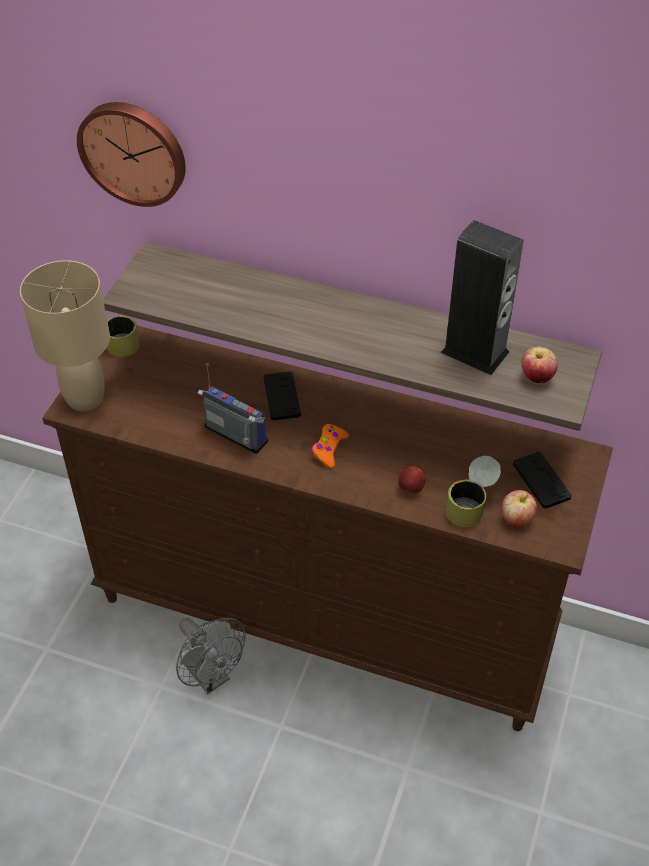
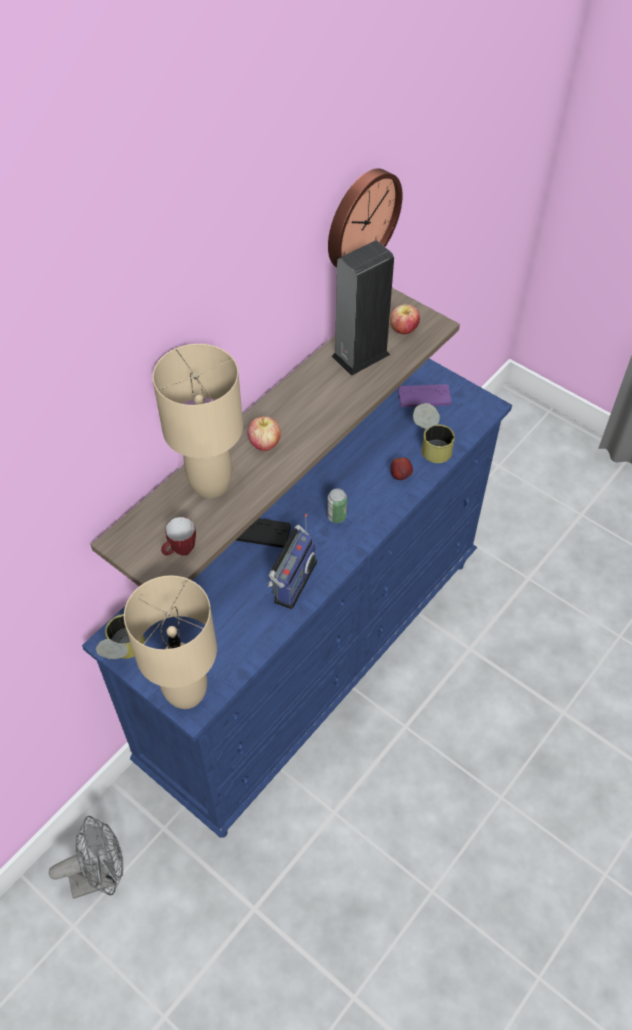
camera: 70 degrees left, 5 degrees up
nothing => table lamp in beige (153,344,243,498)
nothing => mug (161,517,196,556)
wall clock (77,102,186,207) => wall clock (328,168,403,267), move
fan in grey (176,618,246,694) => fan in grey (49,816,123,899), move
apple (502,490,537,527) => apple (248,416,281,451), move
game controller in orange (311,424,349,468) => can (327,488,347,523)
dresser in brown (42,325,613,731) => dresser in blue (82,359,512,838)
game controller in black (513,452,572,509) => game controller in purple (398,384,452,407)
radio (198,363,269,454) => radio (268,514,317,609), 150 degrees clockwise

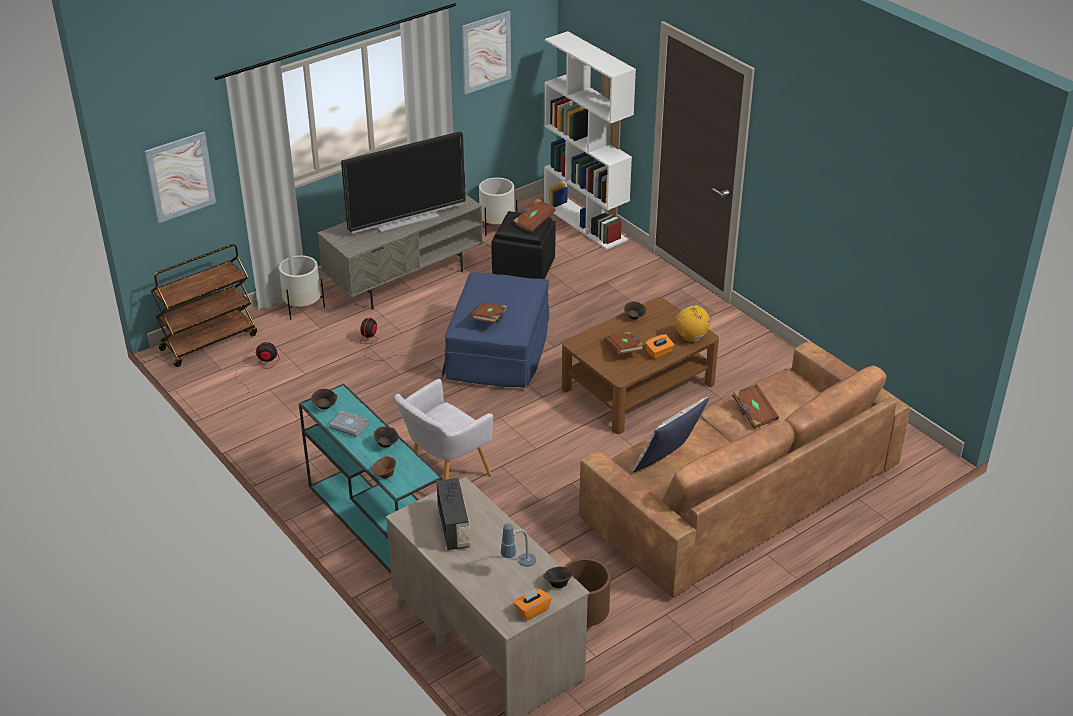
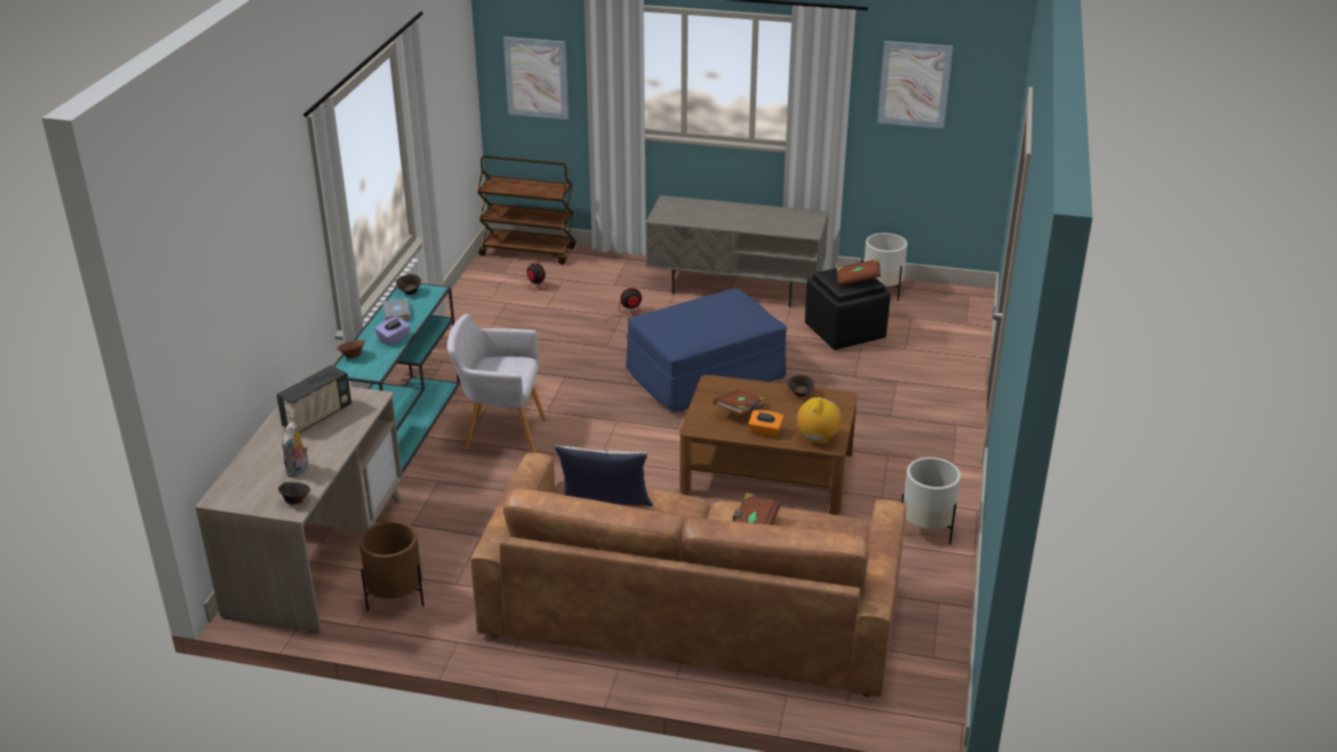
camera: 50 degrees right, 5 degrees down
television (341,131,466,234) => nothing
book in brown (470,302,507,323) => nothing
tissue box in orange (514,588,551,621) => nothing
bookcase in white (544,31,636,250) => nothing
planter in white (279,255,325,320) => planter in white (901,457,961,544), move
bowl in brown (374,427,399,448) => tissue box in purple (375,316,410,346)
table lamp (501,523,536,566) => plush toy (282,421,308,477)

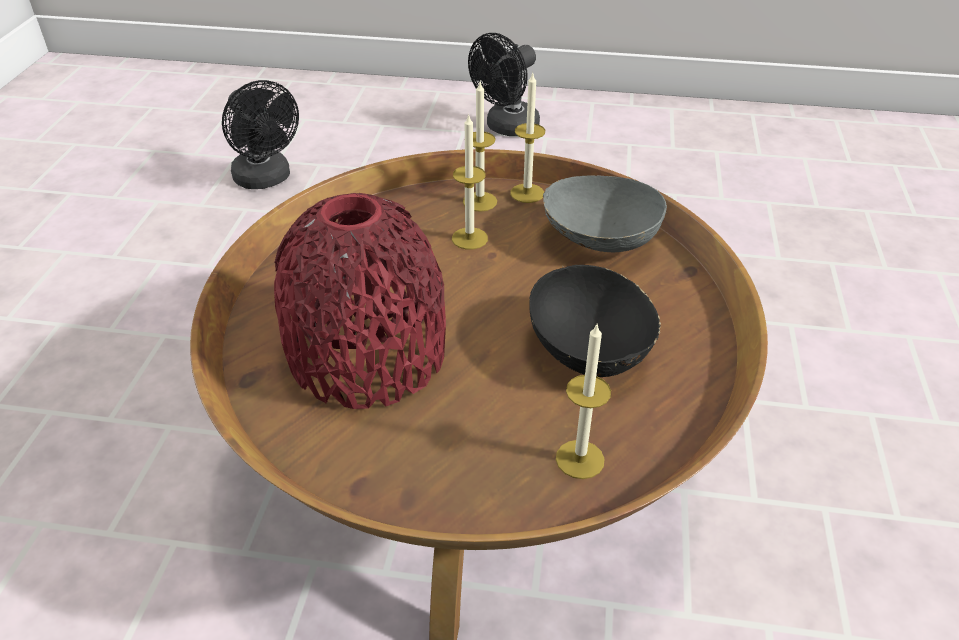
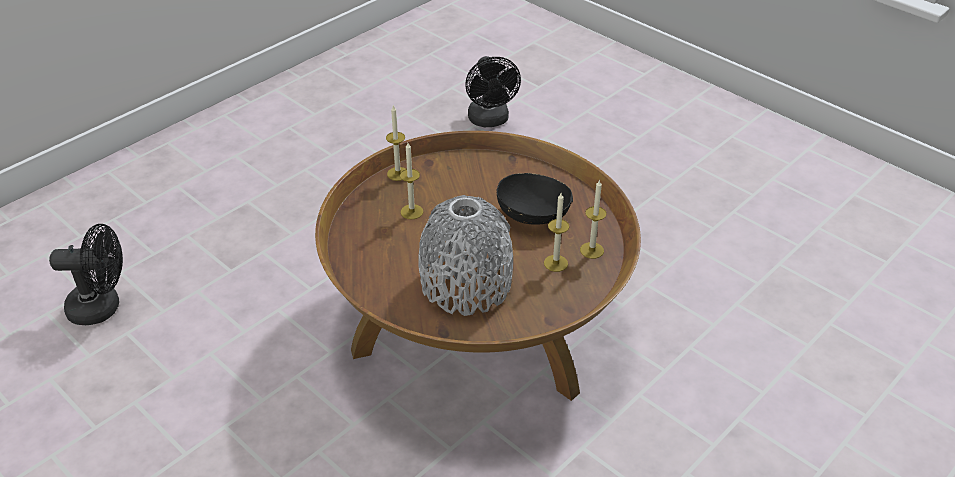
camera: 55 degrees left, 0 degrees up
bowl in grey (543,175,667,252) => nothing
candle (463,82,497,212) => candle (544,193,569,272), move
fan in black (468,33,540,136) => fan in black (465,56,521,127), move
vase in red (274,193,446,409) => vase in grey (419,195,513,316)

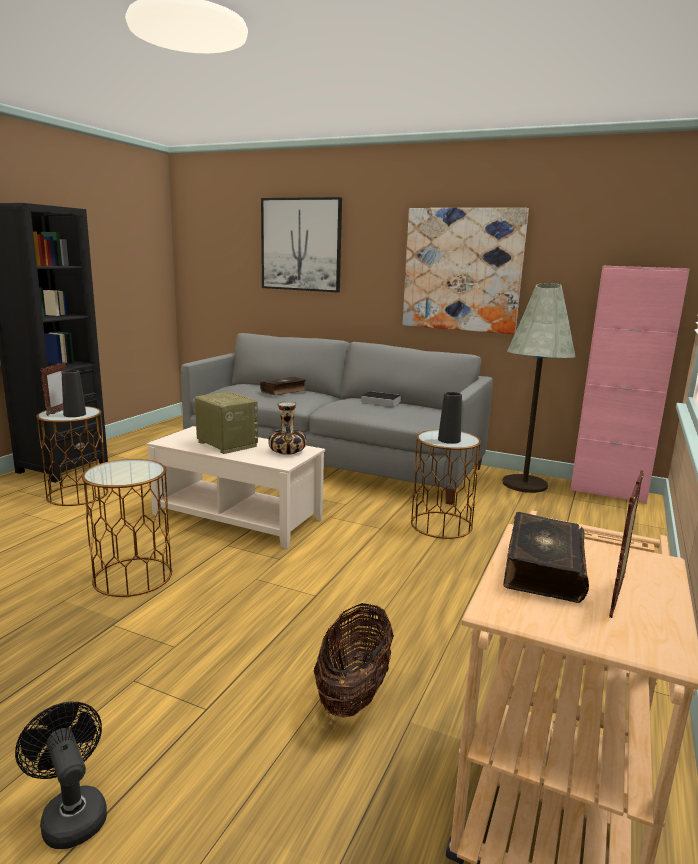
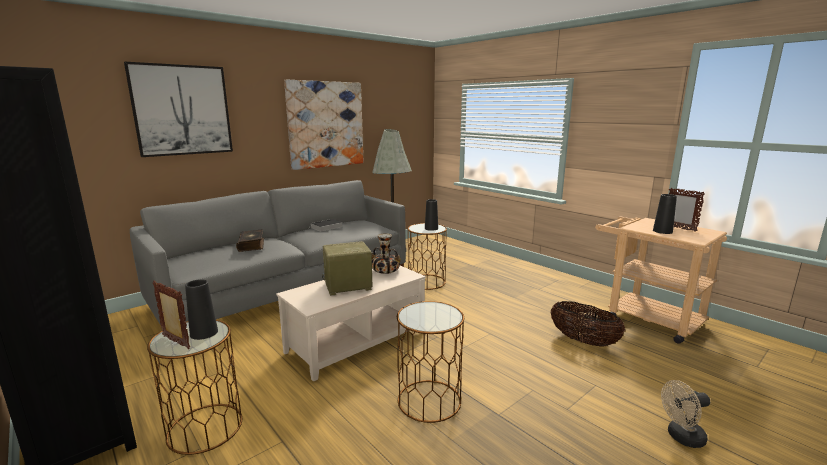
camera: 65 degrees left, 0 degrees up
cabinet in pink (570,266,690,504) => nothing
book (503,512,589,603) => vase in black (653,194,677,234)
fan in black (15,702,107,849) => fan in beige (661,380,710,448)

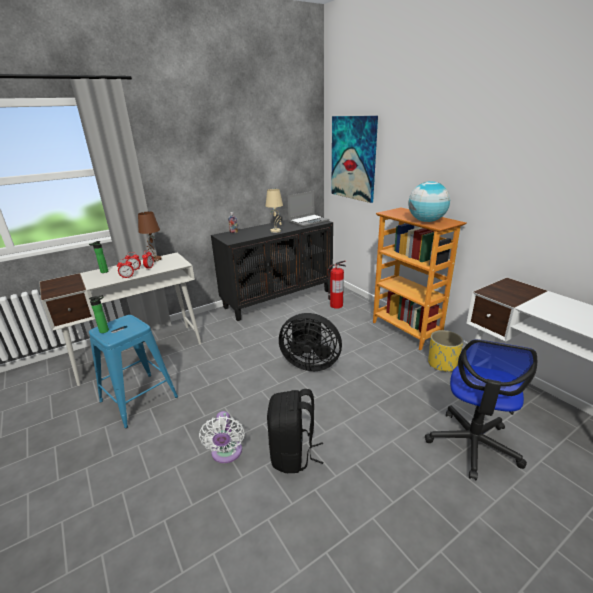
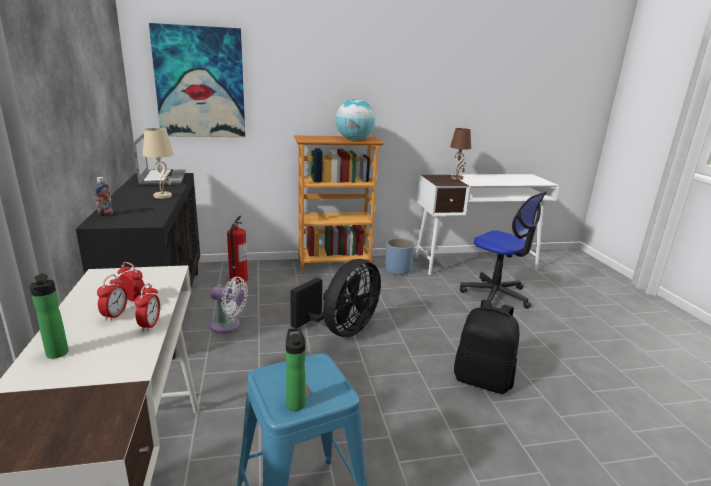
camera: 70 degrees left, 5 degrees down
table lamp in brown (138,211,162,262) => table lamp in brown (450,128,471,180), move
fan in white (199,411,245,463) => fan in white (210,277,248,333), move
planter in yellow (428,330,463,372) => planter in blue (385,238,415,276)

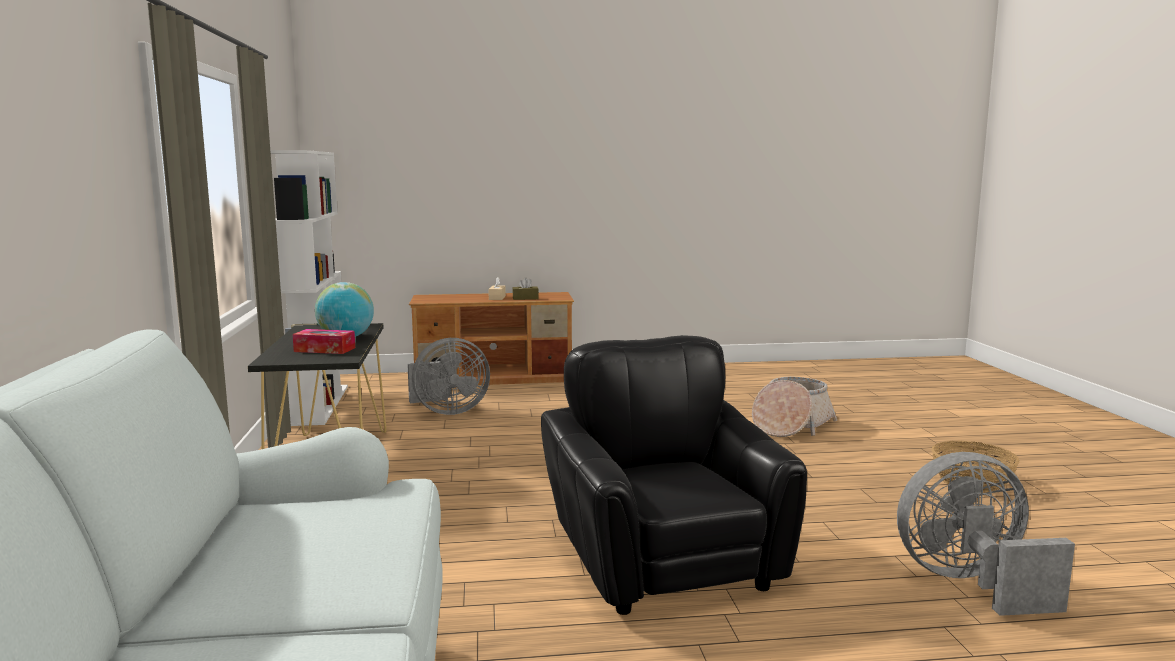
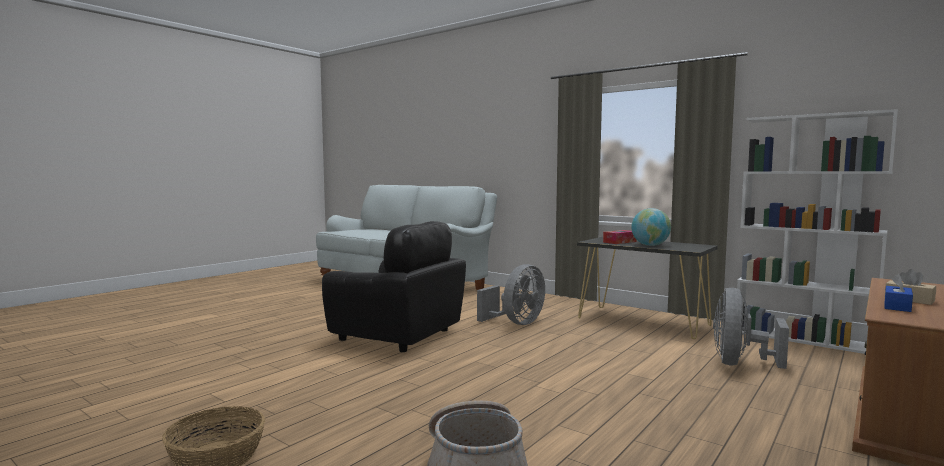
camera: 135 degrees right, 5 degrees down
fan in grey (897,452,1075,616) => fan in grey (477,264,545,325), move
tissue box in brown (512,277,539,300) => tissue box in blue (884,274,913,312)

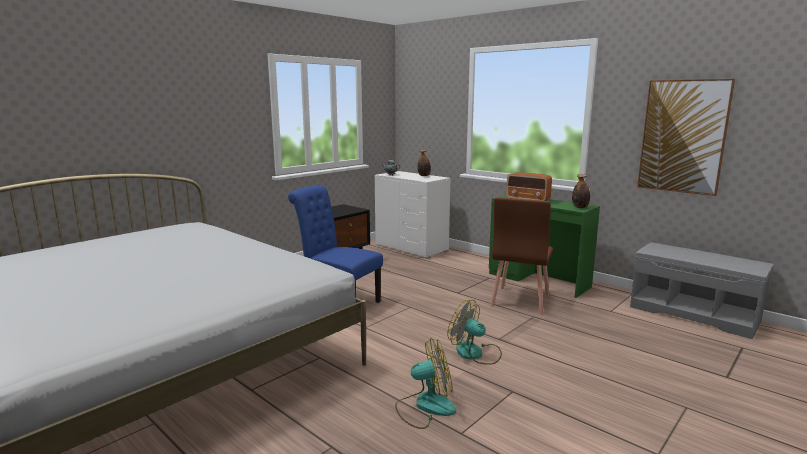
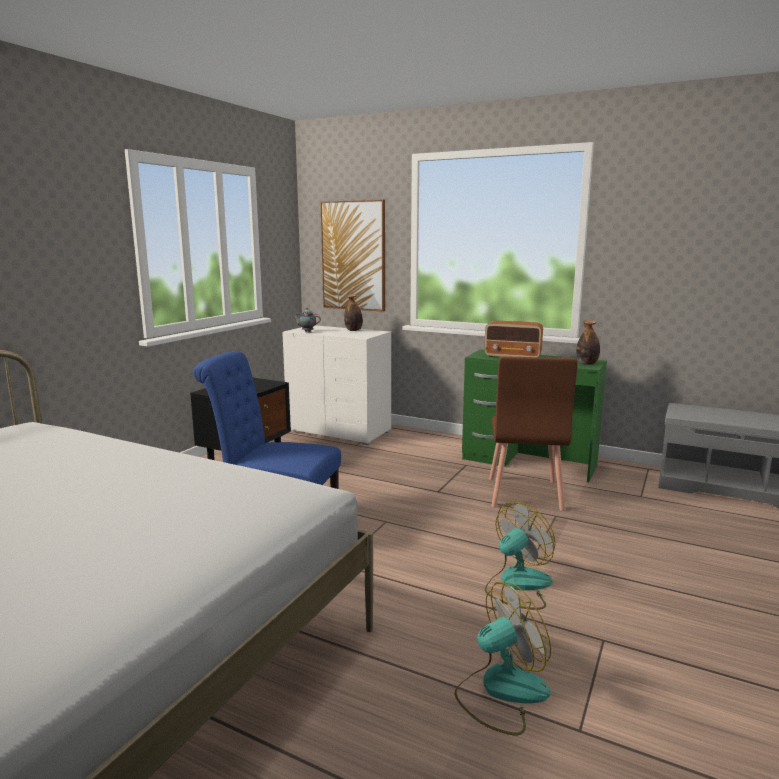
camera: 15 degrees left, 0 degrees up
picture (637,79,735,196) => picture (320,200,385,312), move
fan (447,300,502,365) => fan (485,502,555,610), 120 degrees clockwise

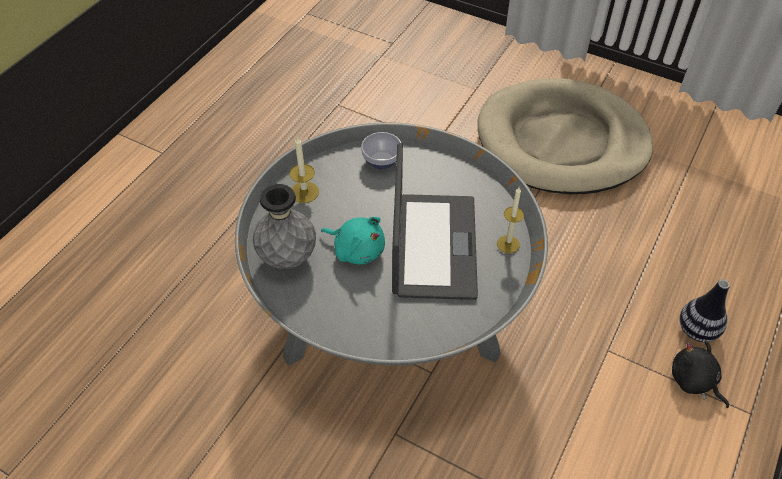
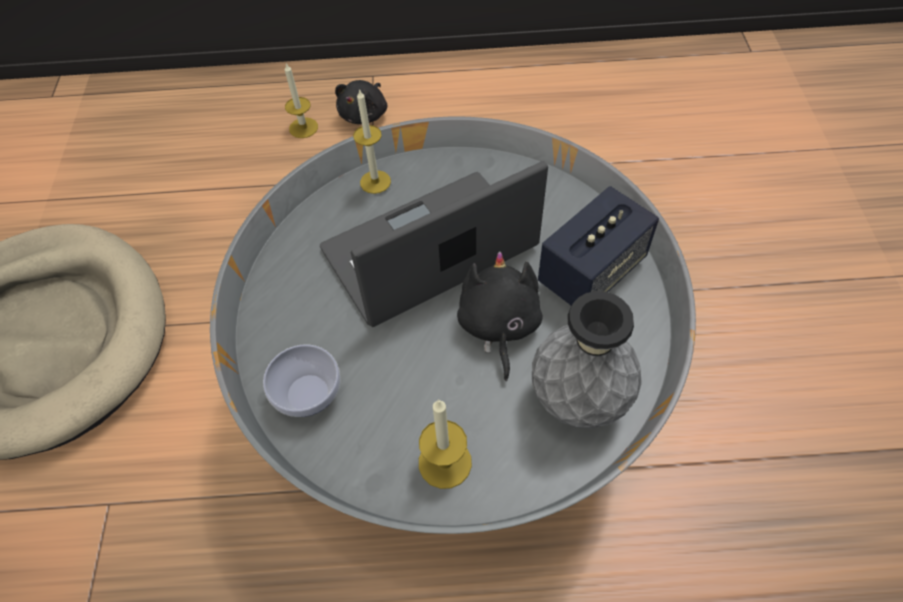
camera: 120 degrees left, 5 degrees up
nothing => speaker (538,186,659,305)
vase (680,279,730,342) => candle (285,64,318,138)
plush toy in turquoise (321,217,385,264) => plush toy in black (457,252,543,381)

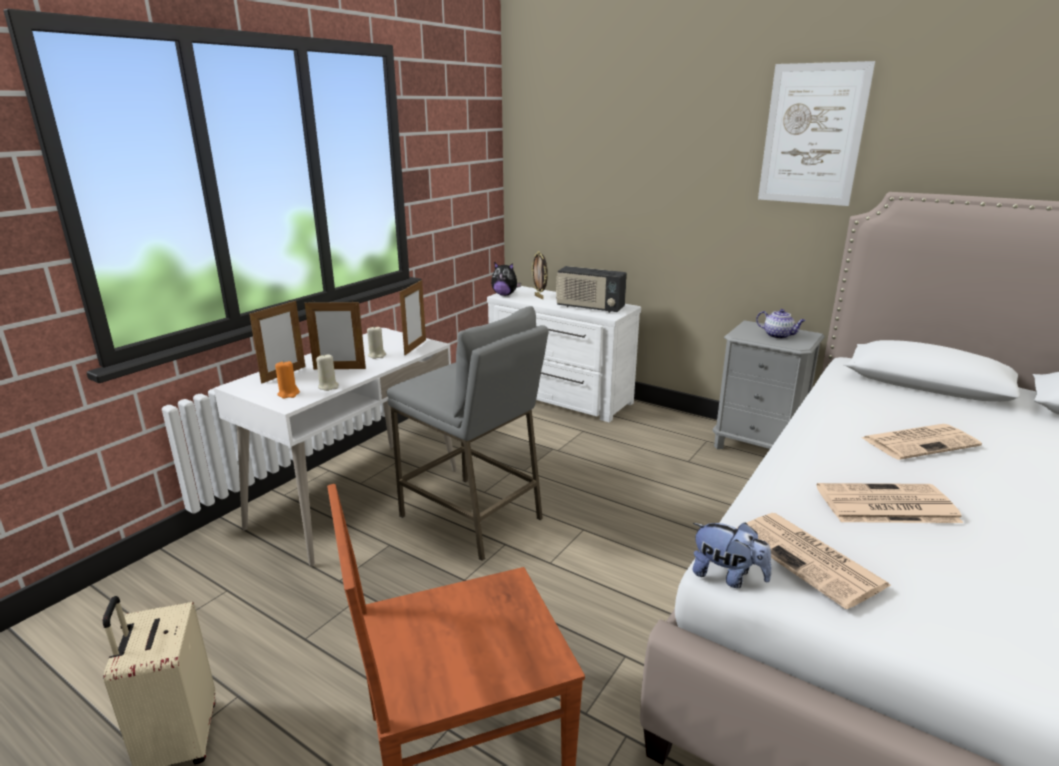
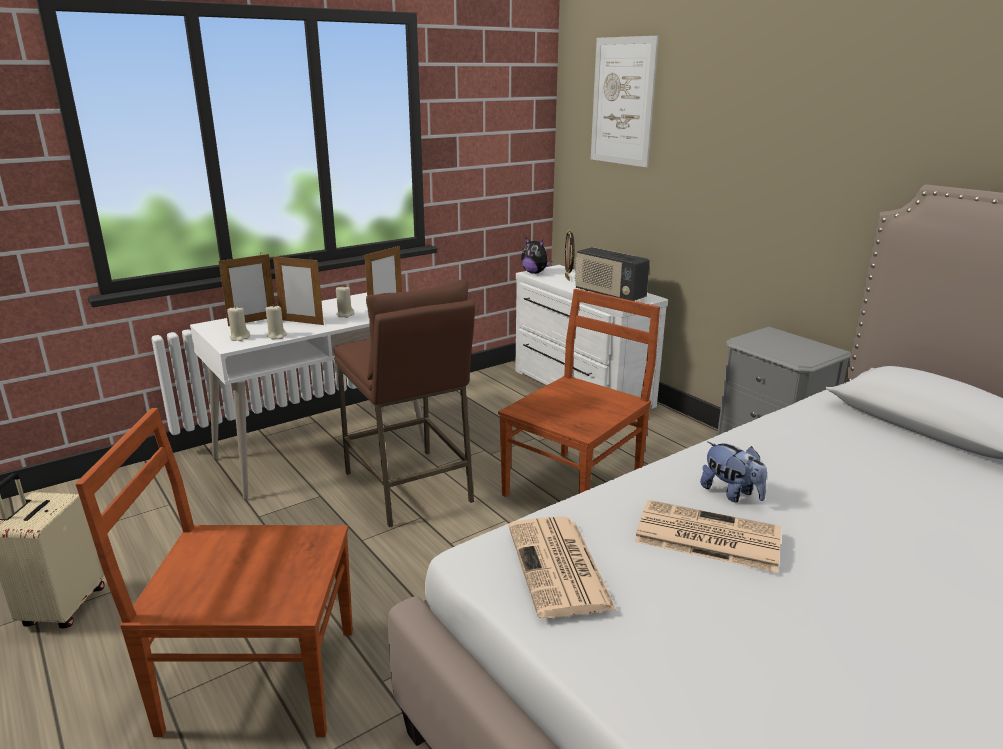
camera: 20 degrees right, 0 degrees up
teapot (756,309,806,339) => nothing
newspaper (861,424,982,460) => nothing
nothing => chair in brown (498,289,660,497)
plush toy (692,522,772,588) => plush toy (700,442,767,503), move
picture (758,61,875,206) => picture (591,36,659,167), move
candle in orange (275,360,300,398) => candle in beige (227,306,250,341)
stool in grey (387,306,549,561) => stool in brown (334,280,475,527)

